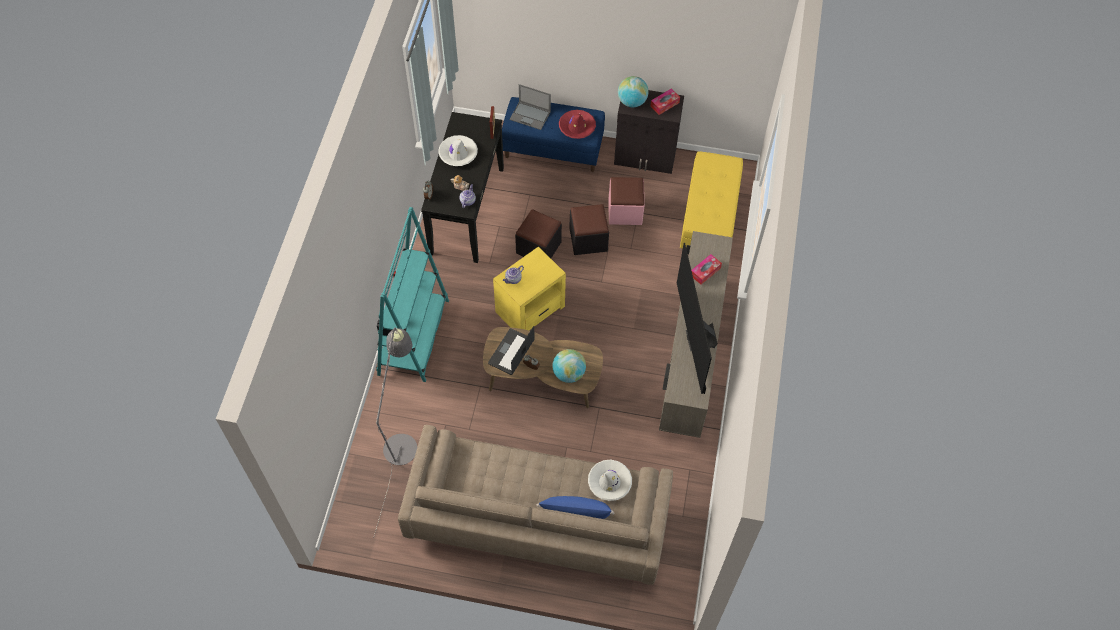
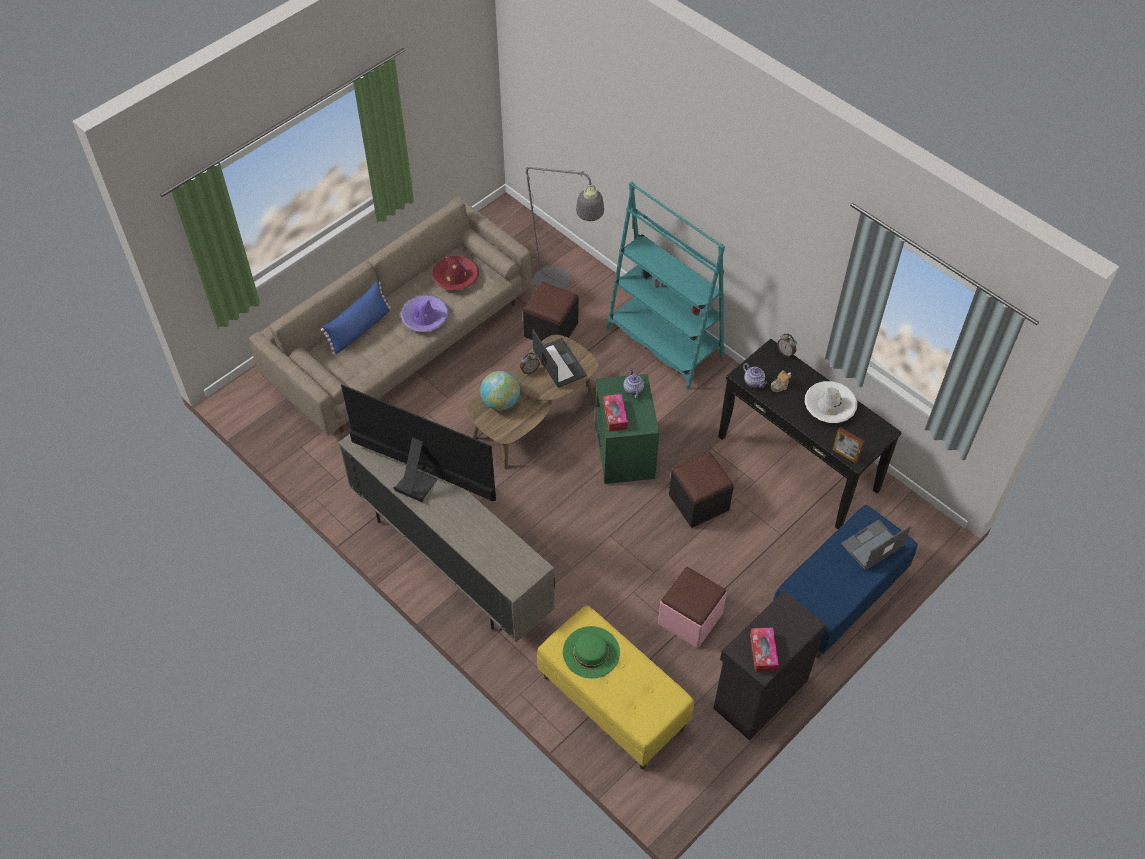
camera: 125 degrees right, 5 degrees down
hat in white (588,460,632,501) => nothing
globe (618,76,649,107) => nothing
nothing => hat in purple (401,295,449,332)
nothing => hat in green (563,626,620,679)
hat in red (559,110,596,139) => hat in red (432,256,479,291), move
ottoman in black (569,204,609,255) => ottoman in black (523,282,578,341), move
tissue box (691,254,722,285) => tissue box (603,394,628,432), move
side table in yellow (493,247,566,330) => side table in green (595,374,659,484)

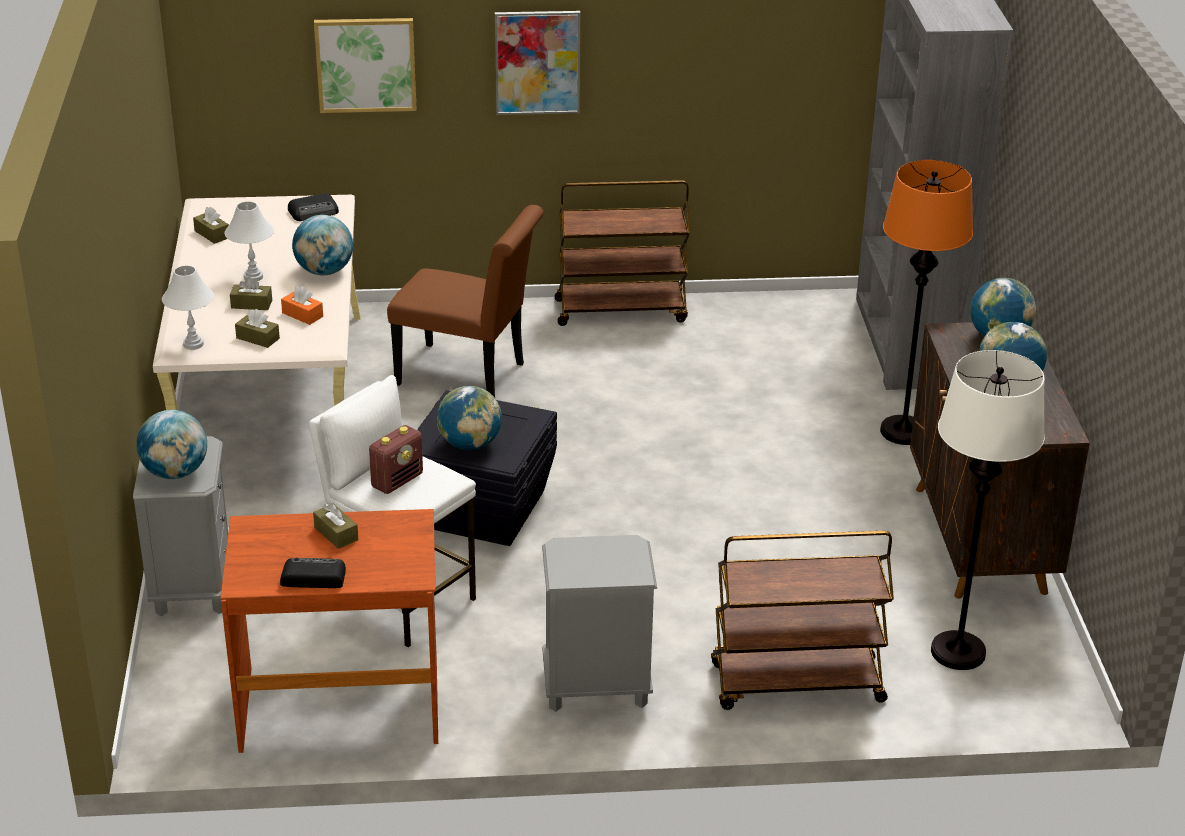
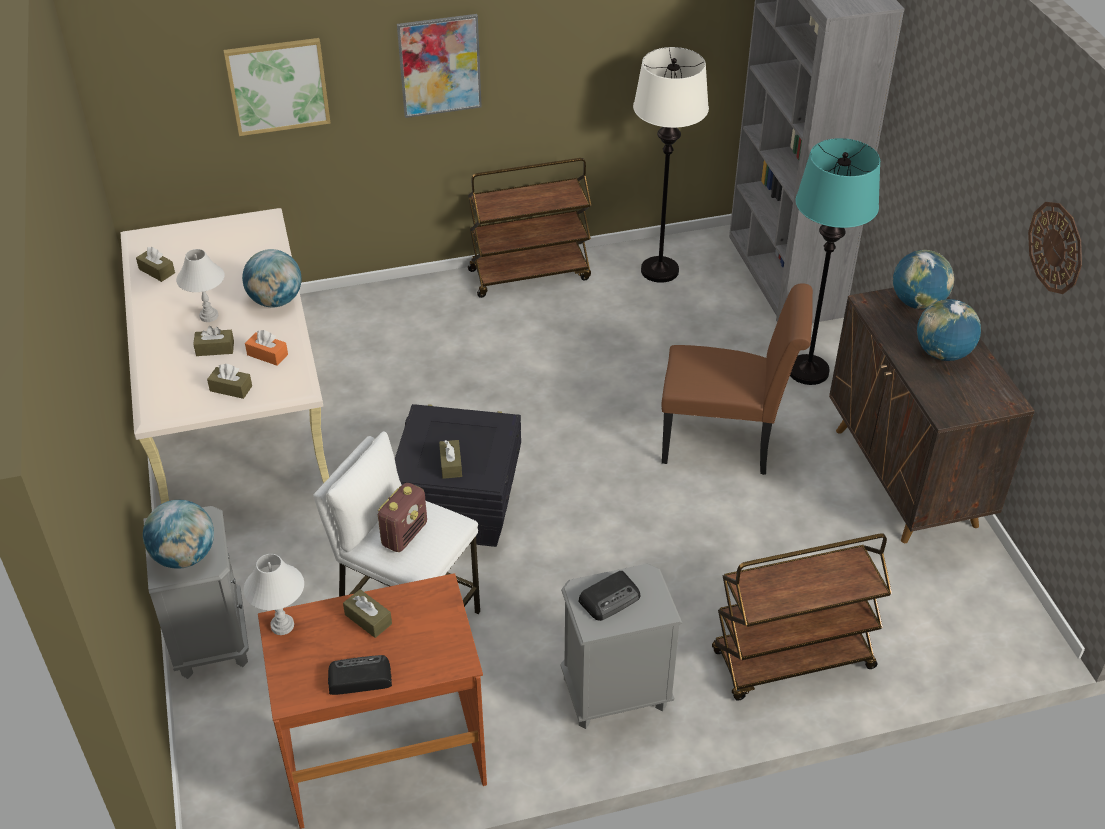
camera: 10 degrees left, 10 degrees up
nothing => wall clock (1028,202,1082,294)
table lamp in white (162,266,214,350) => table lamp in white (243,554,304,635), move
radio (288,193,339,221) => radio (578,571,640,621), move
chair in brown (387,205,544,398) => chair in brown (661,283,813,475), move
floor lamp in white (931,350,1045,670) => floor lamp in white (633,47,709,283), move
globe (437,386,502,450) => tissue box in brown (439,440,462,479)
floor lamp in orange (880,160,973,445) => floor lamp in turquoise (790,138,880,385)

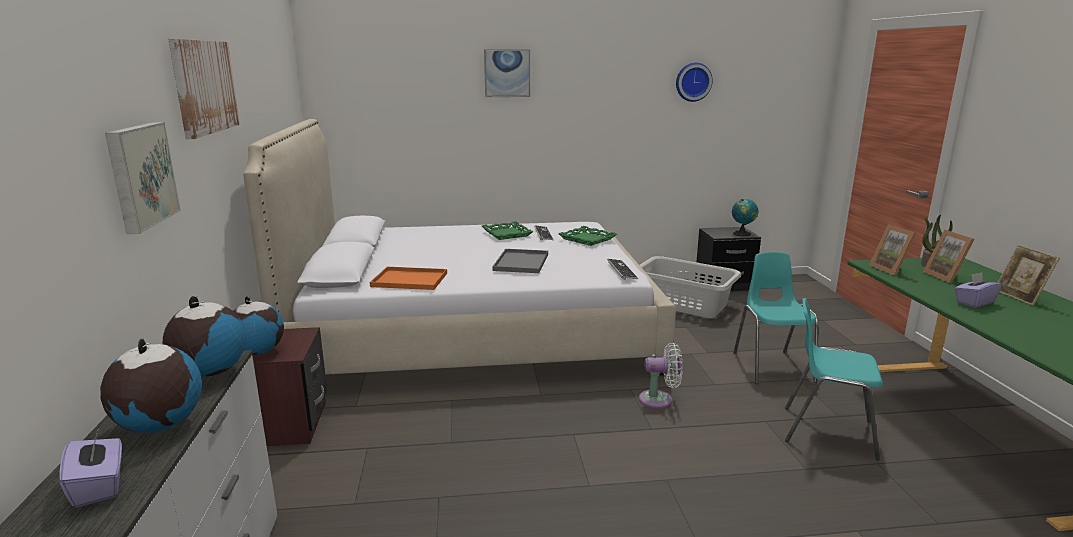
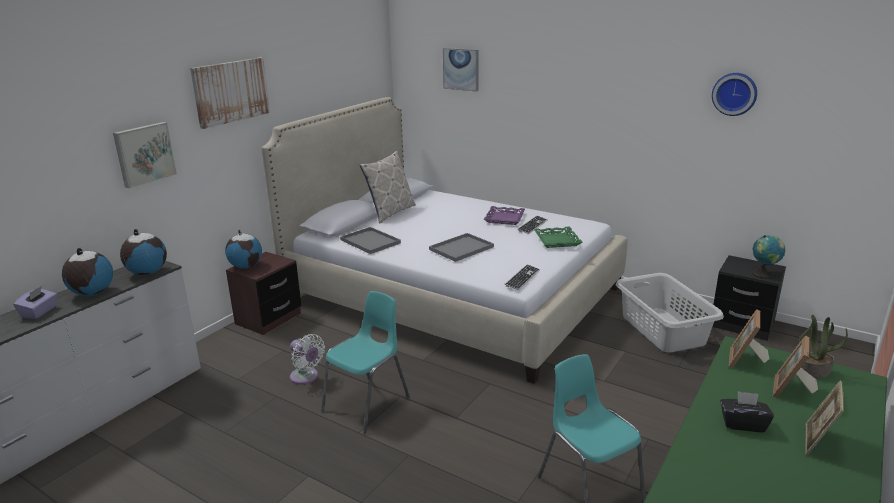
camera: 40 degrees right, 5 degrees up
nothing => pillow (360,151,416,224)
picture (484,49,530,97) => picture (443,48,478,92), move
fan in white (639,343,683,409) => fan in white (290,334,325,385), move
chair in turquoise (733,252,819,384) => chair in turquoise (321,291,410,433), move
tray in orange (370,267,447,290) => tray in grey (340,227,401,254)
tray in green (482,221,533,240) => tray in purple (484,206,525,225)
tissue box in purple (955,272,1002,308) => tissue box in black (720,391,774,432)

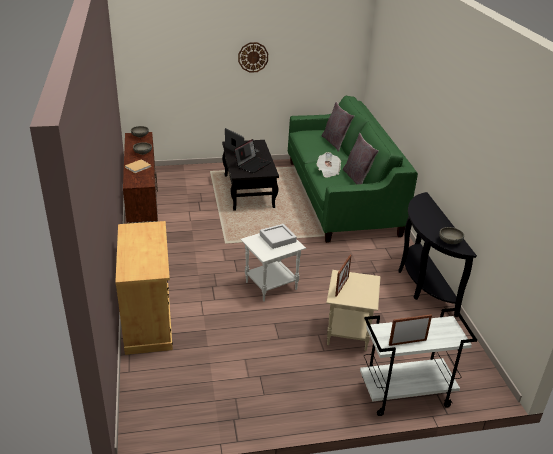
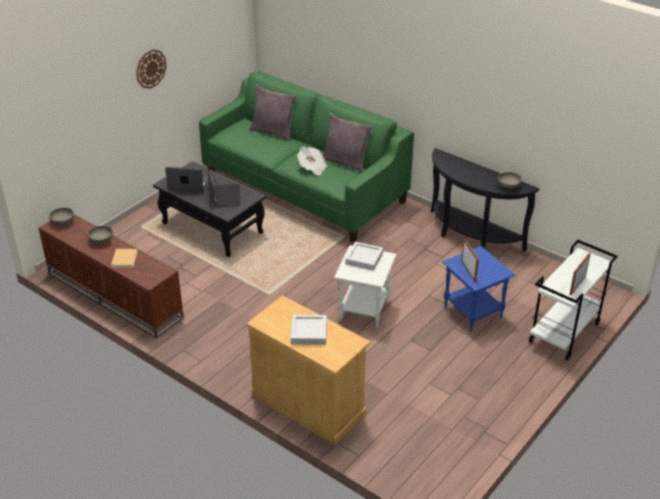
camera: 40 degrees left, 5 degrees up
nothing => tray in grey (291,315,327,345)
side table in beige (326,270,381,351) => side table in blue (442,246,515,332)

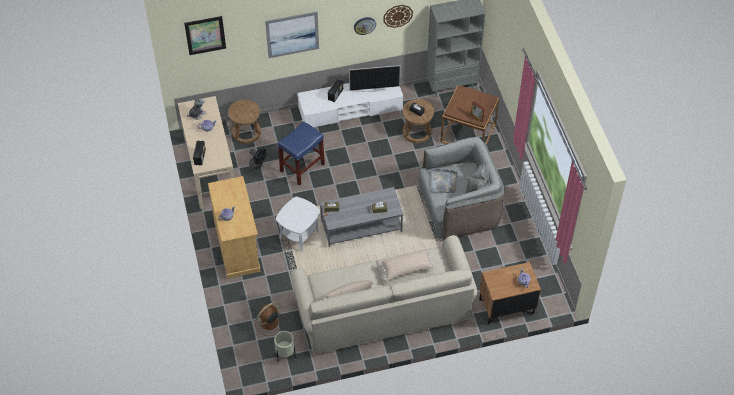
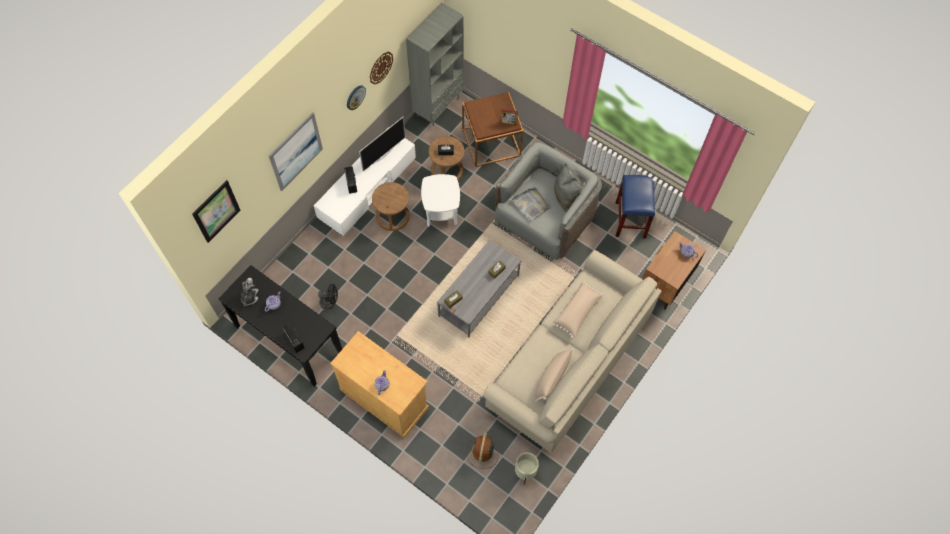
camera: 40 degrees left, 10 degrees up
stool in brown (228,99,261,144) => stool in brown (372,182,409,231), move
side table in white (276,197,320,251) => side table in white (421,174,460,227), move
stool in blue (278,121,325,186) => stool in blue (616,175,655,239), move
console table in beige (178,96,234,209) => console table in black (218,265,342,387)

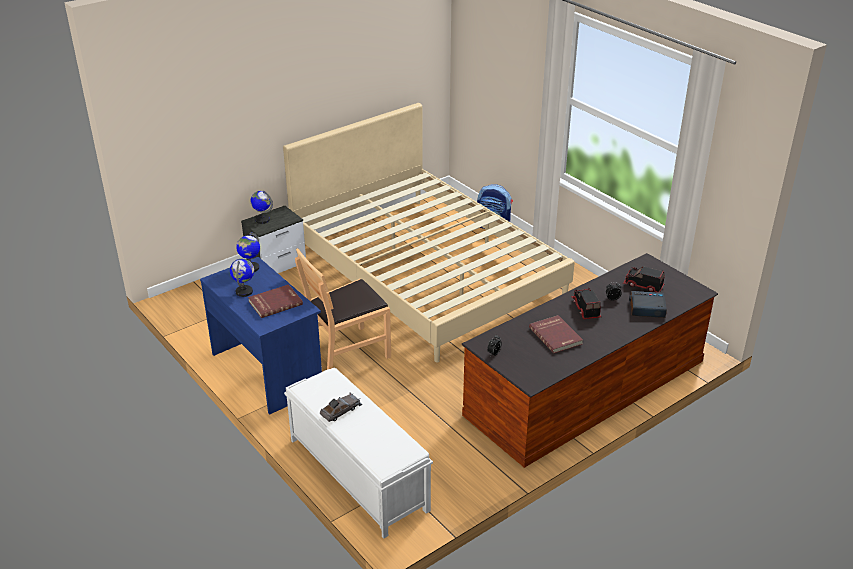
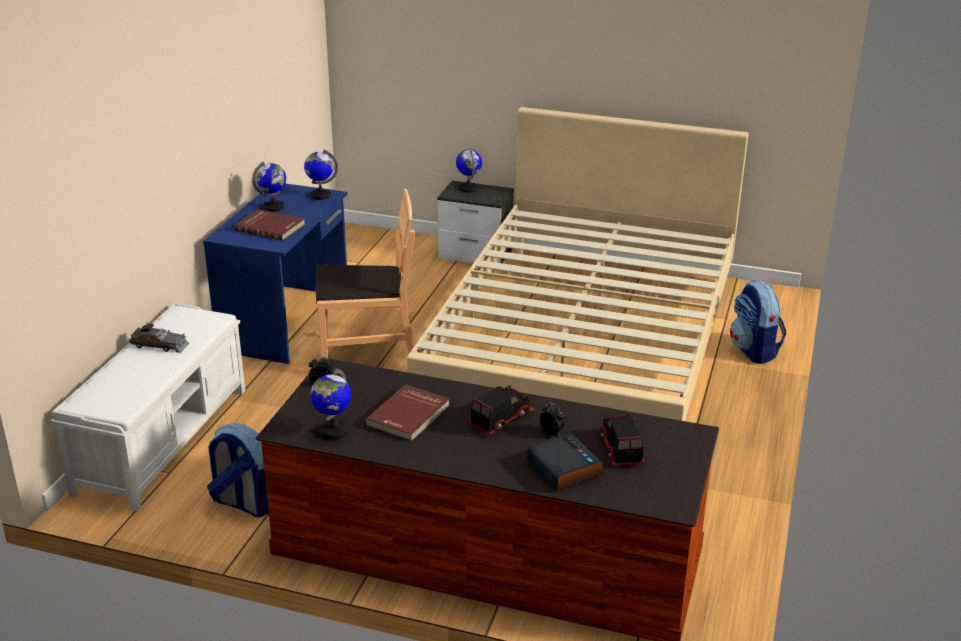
camera: 55 degrees right, 5 degrees down
nothing => backpack (207,423,269,517)
nothing => globe (310,369,351,440)
chair in brown (295,248,391,370) => chair in brown (316,189,415,359), 150 degrees clockwise

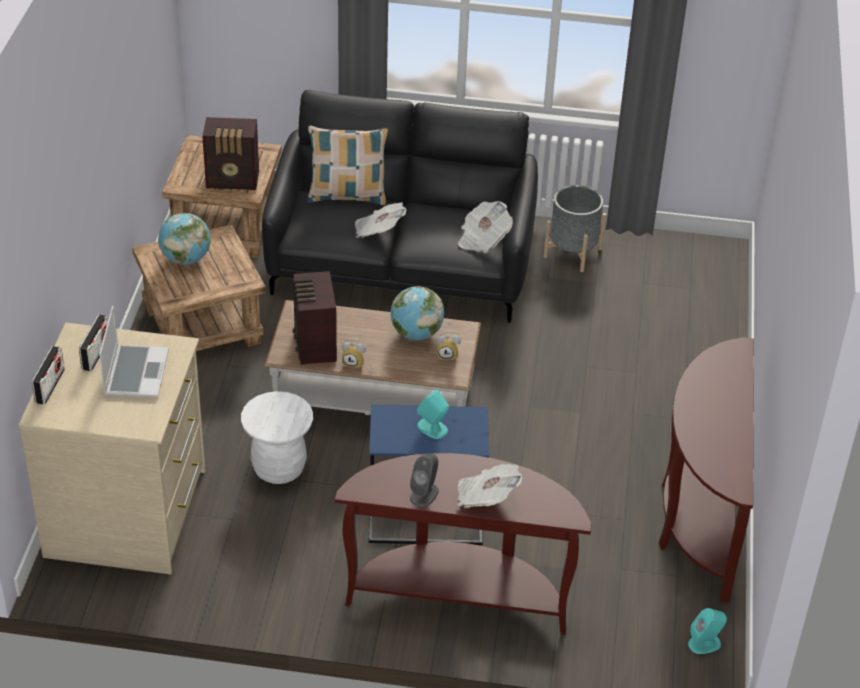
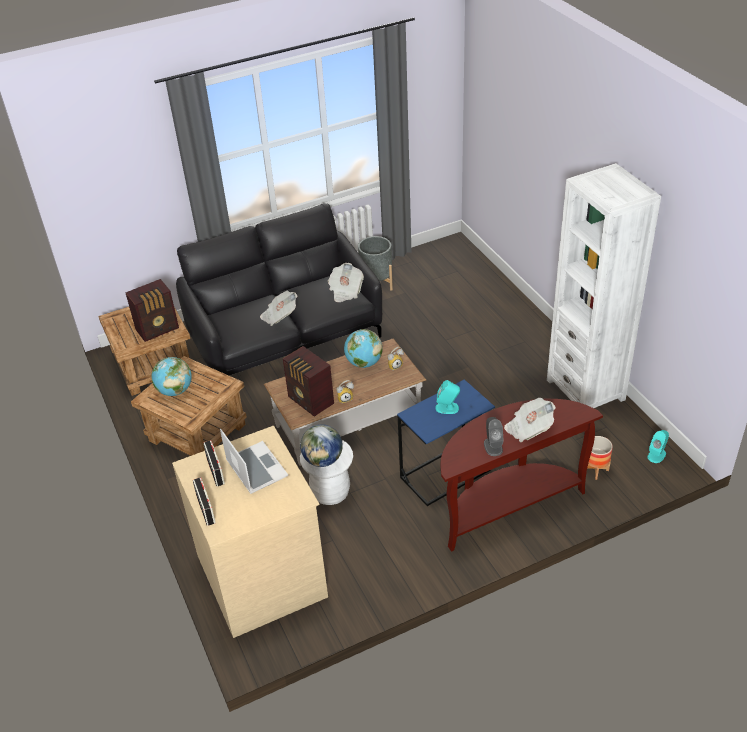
camera: 30 degrees left, 0 degrees up
pillow (307,126,388,205) => nothing
nothing => globe (300,424,343,467)
nothing => planter (587,436,613,480)
console table in brown (659,337,754,603) => bookcase in white (547,163,661,408)

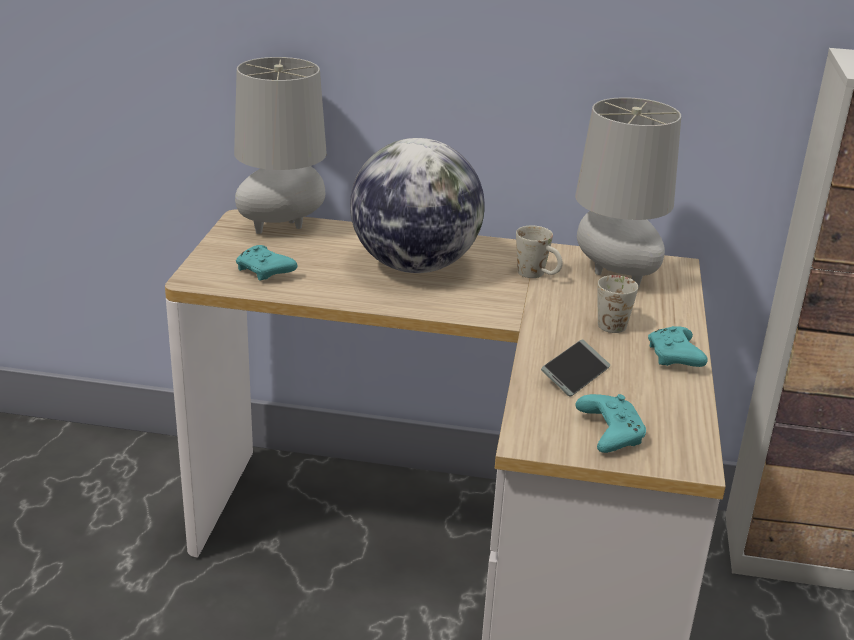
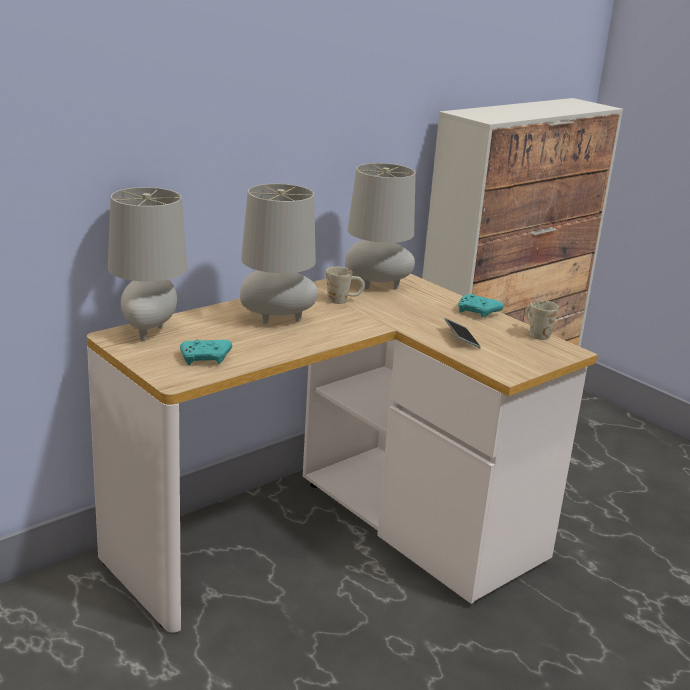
camera: 50 degrees left, 5 degrees down
game controller in turquoise (575,394,646,453) => nothing
mug in white (597,275,638,333) => mug in white (526,300,559,340), move
globe (350,138,485,273) => table lamp in grey (240,184,318,324)

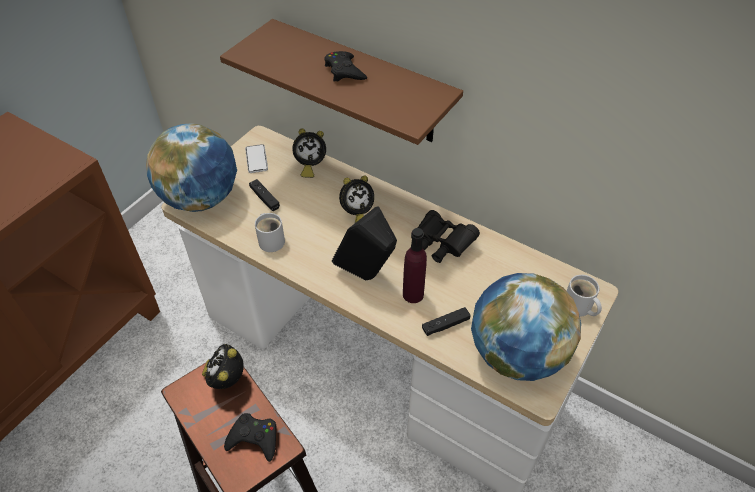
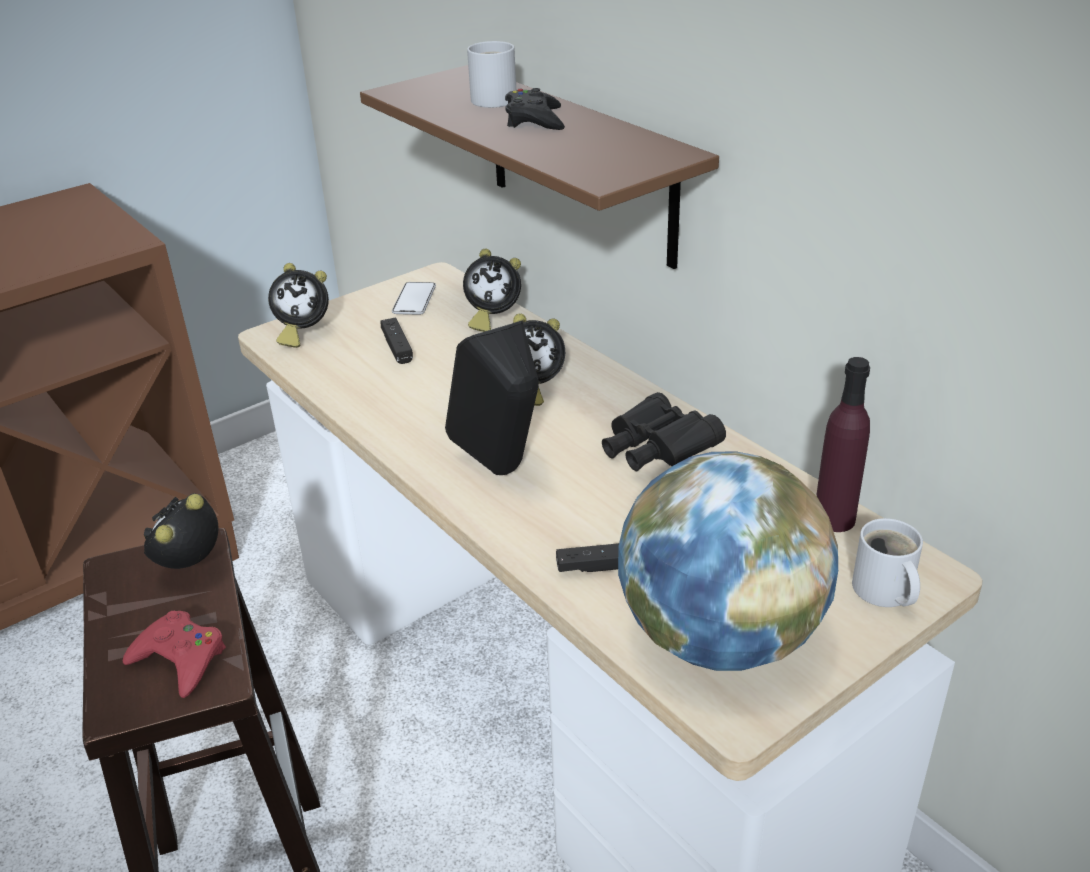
camera: 20 degrees right, 15 degrees down
mug in white (255,213,285,252) => mug in white (467,41,516,108), move
bottle in purple (403,228,427,303) => bottle in purple (816,357,870,532), move
globe (146,123,237,212) => alarm clock (268,263,329,348)
game controller in black (224,413,277,462) => game controller in red (123,611,226,698)

